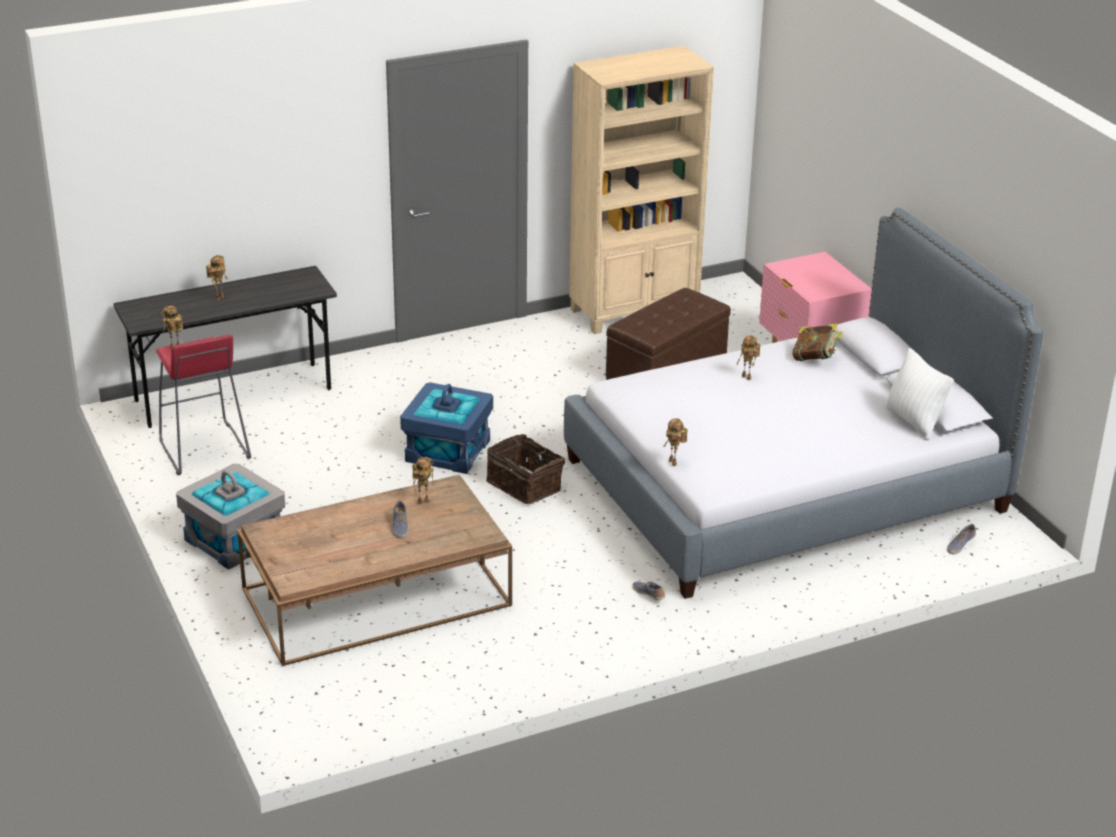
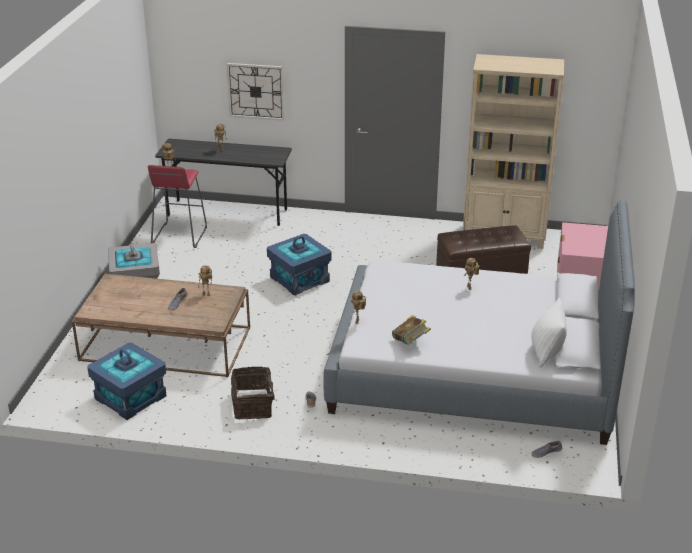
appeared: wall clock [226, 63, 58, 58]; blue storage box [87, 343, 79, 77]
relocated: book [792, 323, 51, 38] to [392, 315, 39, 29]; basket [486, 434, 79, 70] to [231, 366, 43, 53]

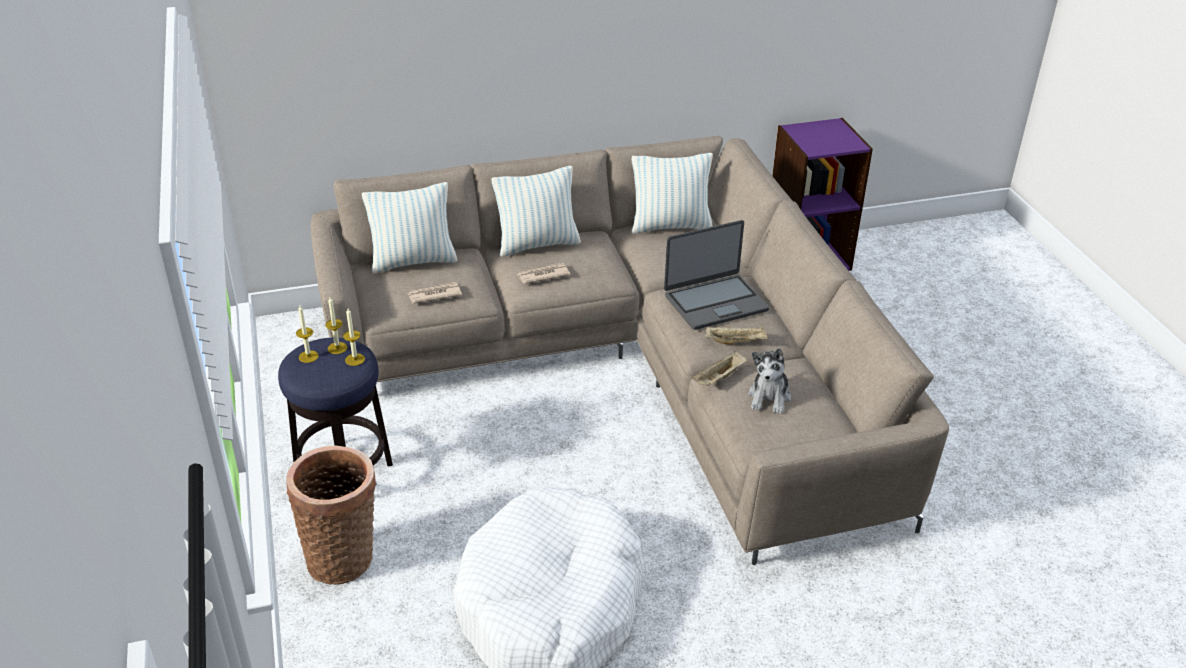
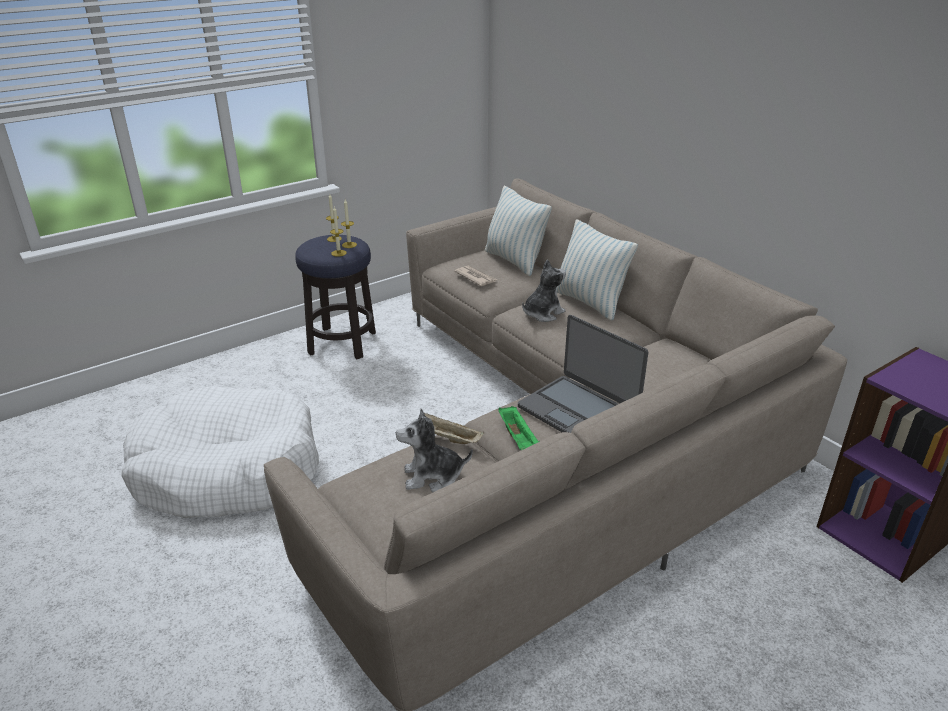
missing: pillow [632, 153, 81, 80]; basket [286, 445, 91, 140]
exchanged: newspaper [517, 263, 53, 21] to plush toy [522, 259, 44, 63]
colour: beige tray [706, 326, 62, 19] to green tray [498, 406, 42, 44]

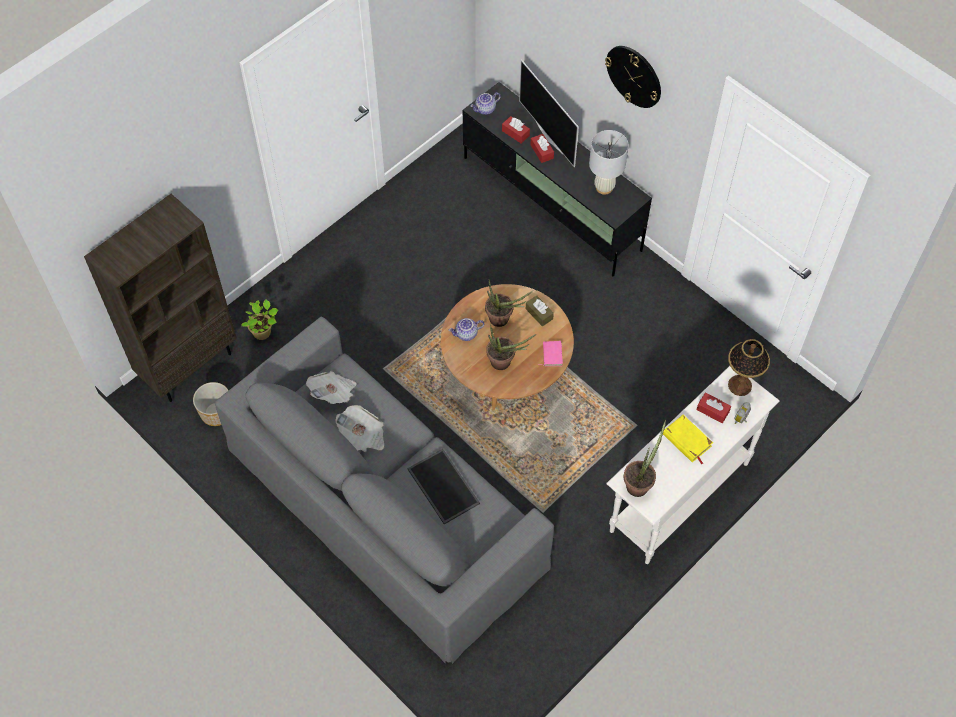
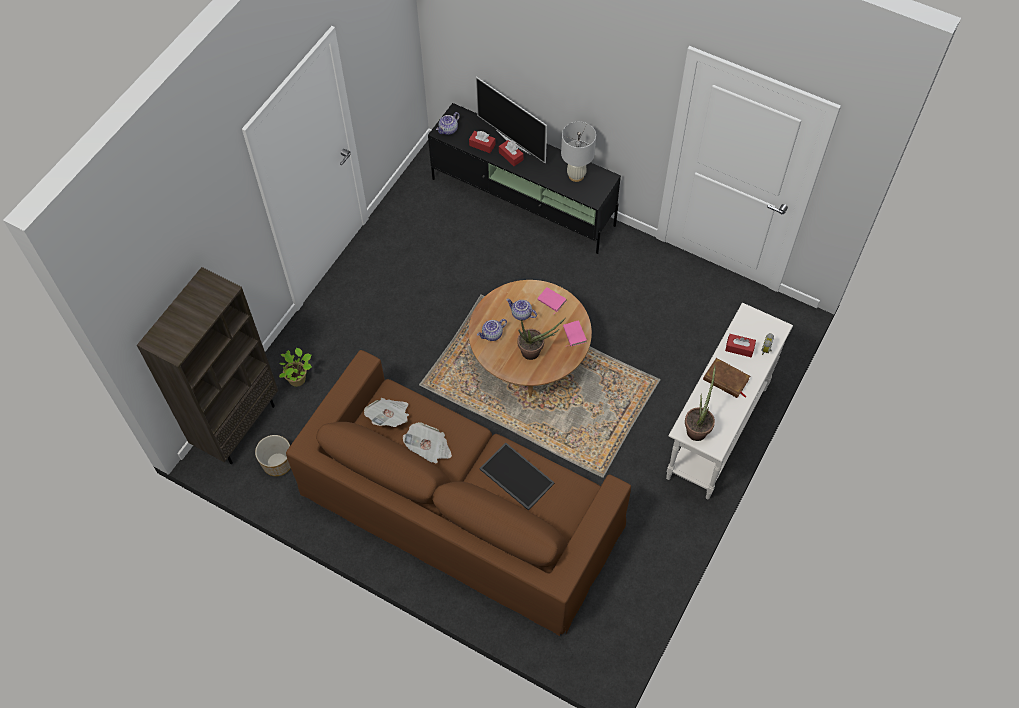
missing: wall clock [605, 46, 56, 62]; table lamp [728, 339, 42, 57]
exchanged: potted plant [485, 280, 49, 47] to teapot [506, 299, 31, 21]; brown tissue box [526, 295, 28, 31] to pink book [537, 287, 29, 28]
colour: grey sofa [215, 317, 339, 347] to brown sofa [286, 350, 345, 286]; yellow book [663, 415, 50, 49] to brown book [703, 358, 47, 40]

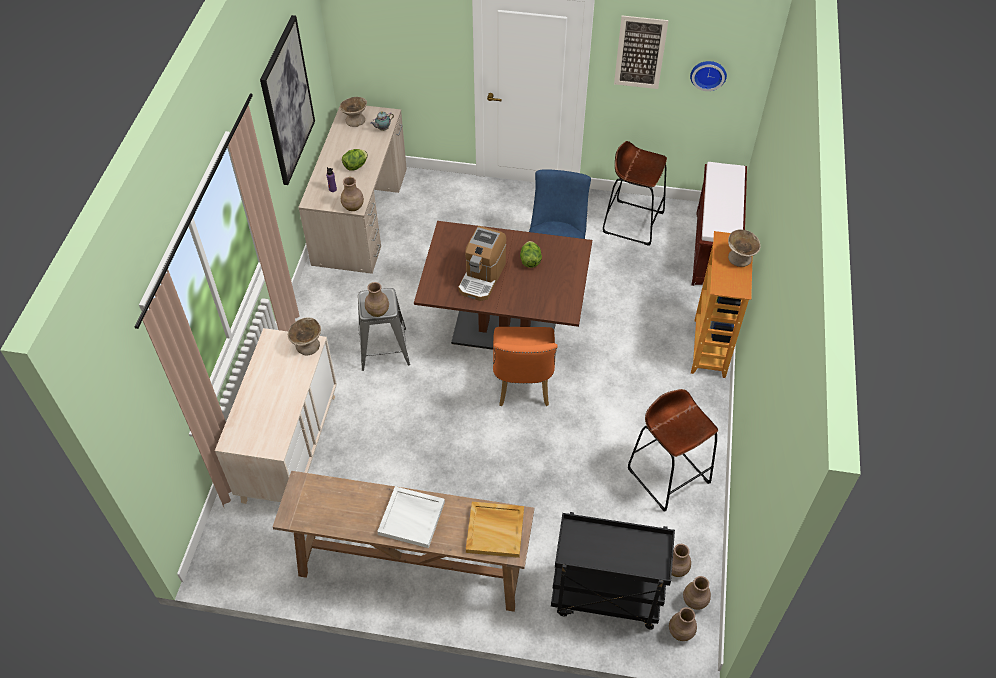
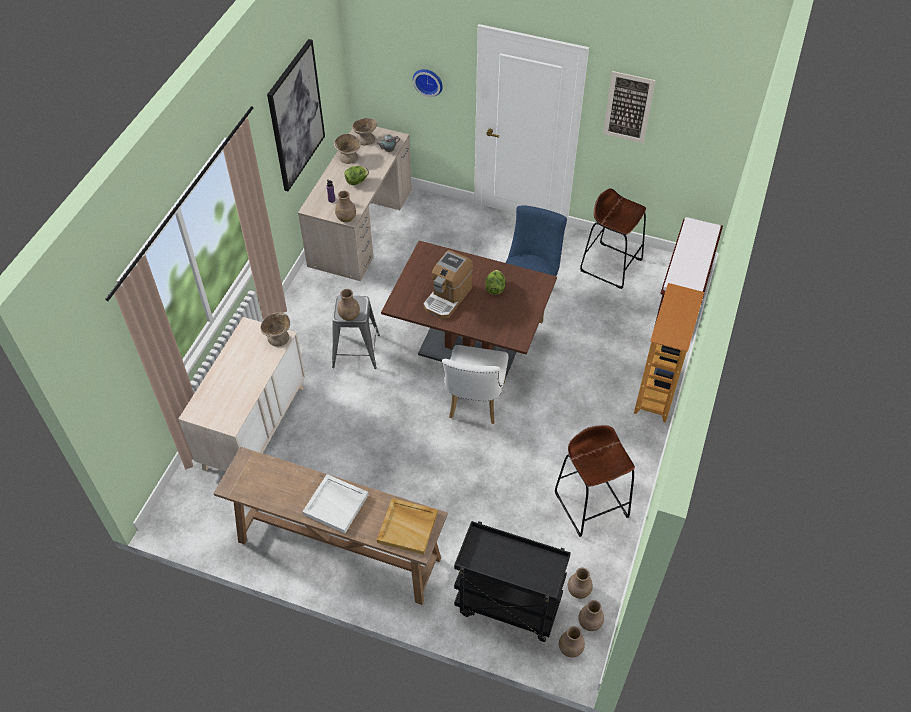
relocated: wall clock [690, 61, 37, 30] to [413, 69, 30, 28]; beige bowl [728, 229, 33, 38] to [334, 134, 27, 30]
colour: orange chair [493, 327, 65, 79] to white chair [442, 345, 66, 79]

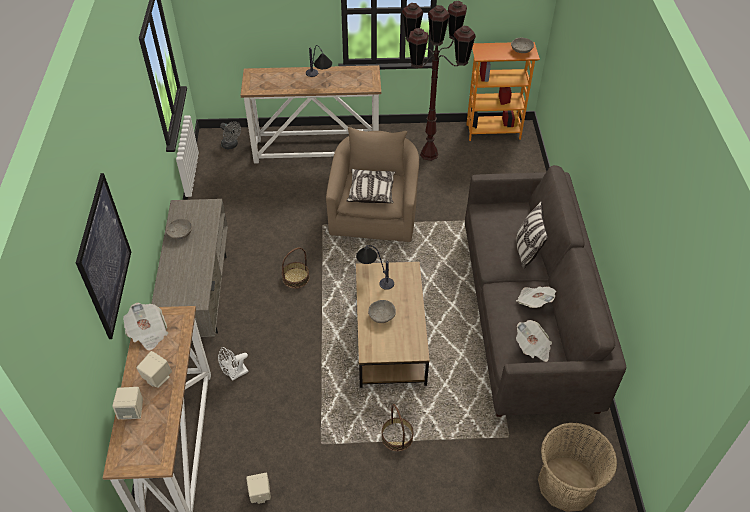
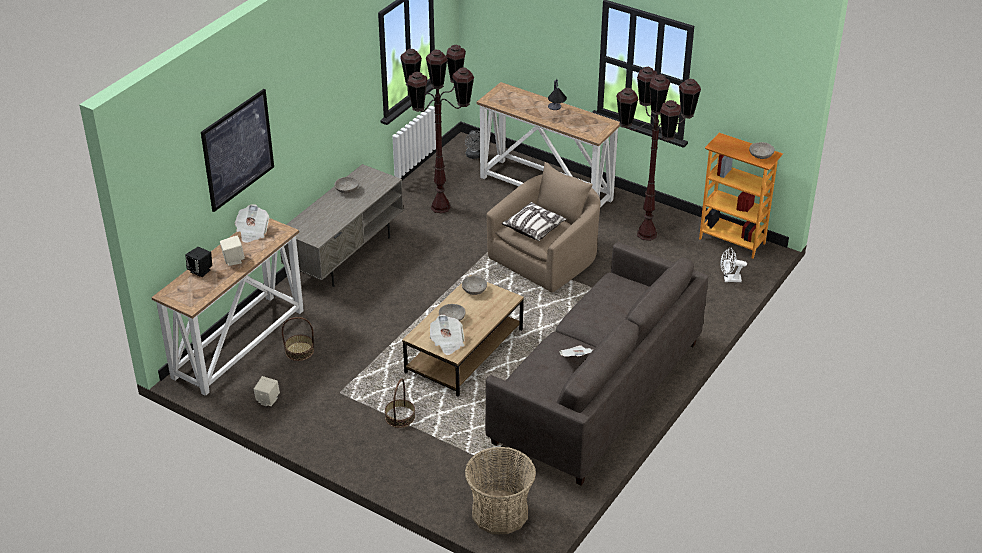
missing: pillow [516, 201, 32, 68]
appeared: brown floor lamp [400, 45, 74, 168]
relocated: basket [282, 247, 28, 41] to [282, 317, 32, 44]; newspaper [516, 320, 36, 42] to [430, 315, 34, 40]; white fan [218, 347, 30, 34] to [720, 247, 27, 35]
exchanged: table lamp [356, 245, 38, 45] to grey bowl [462, 276, 25, 19]
colour: beige speaker [112, 387, 31, 33] to black speaker [185, 247, 27, 30]

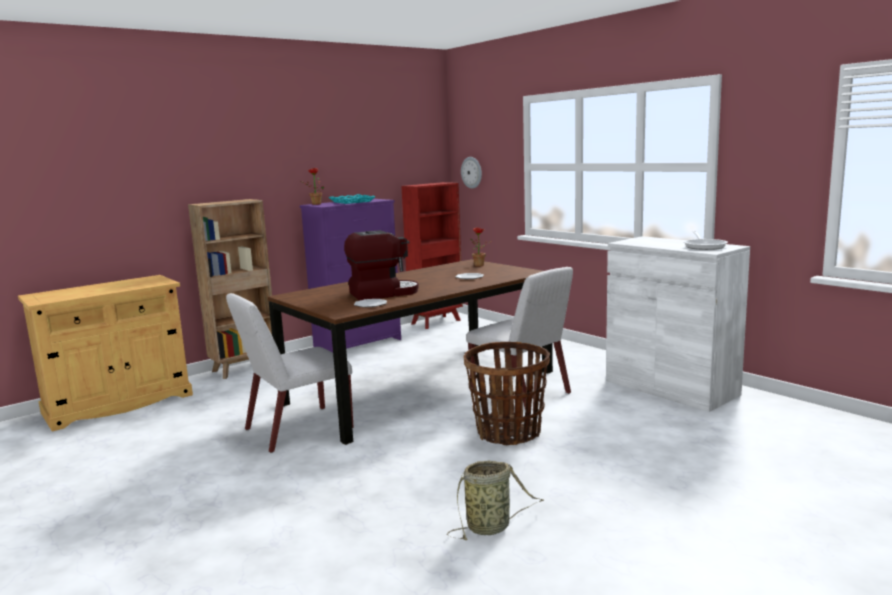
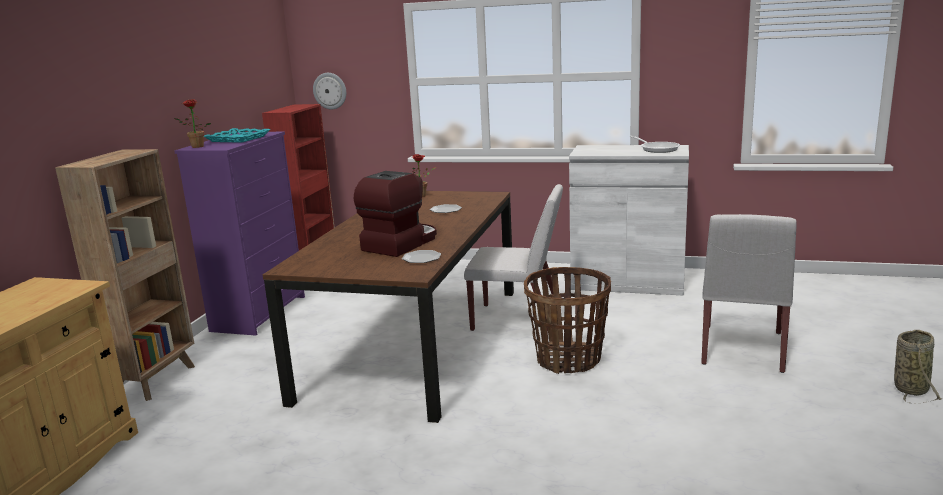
relocated: white chair [226, 293, 128, 160] to [701, 214, 96, 159]; basket [447, 461, 97, 79] to [894, 330, 47, 73]

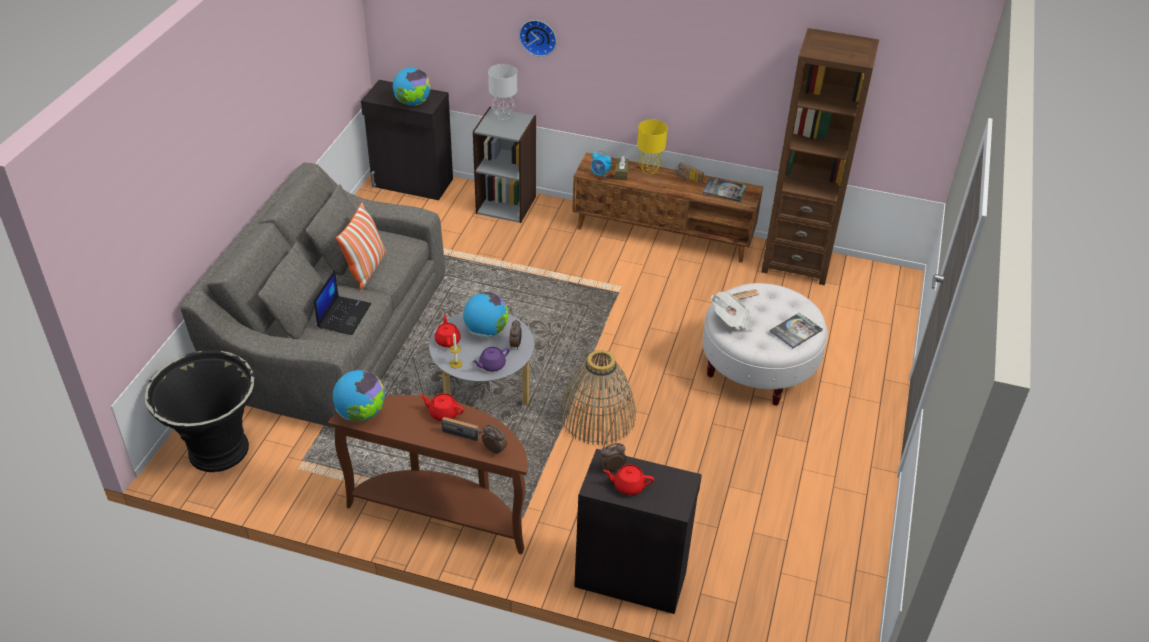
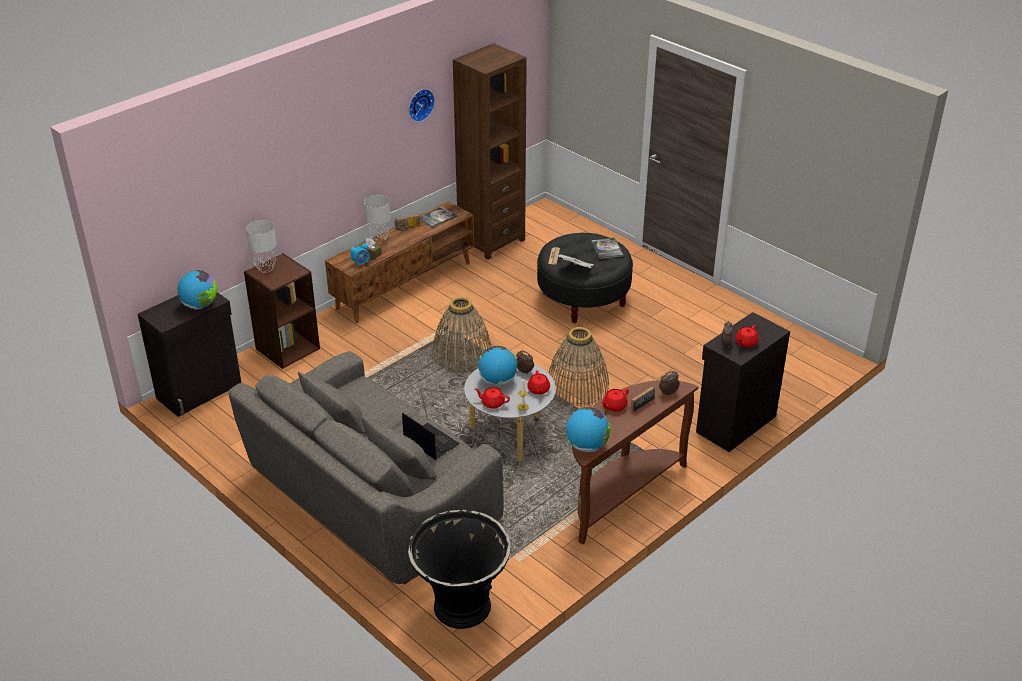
missing: pillow [336, 203, 50, 87]
appeared: basket [433, 297, 59, 77]
relocated: wall clock [519, 20, 38, 37] to [409, 89, 26, 33]
colour: grey bookcase [473, 107, 63, 116] to brown bookcase [244, 253, 76, 116]; yellow table lamp [637, 120, 31, 54] to grey table lamp [364, 195, 27, 48]; white ottoman [702, 283, 126, 123] to black ottoman [537, 233, 96, 90]; purple teapot [472, 347, 38, 25] to red teapot [527, 370, 23, 25]

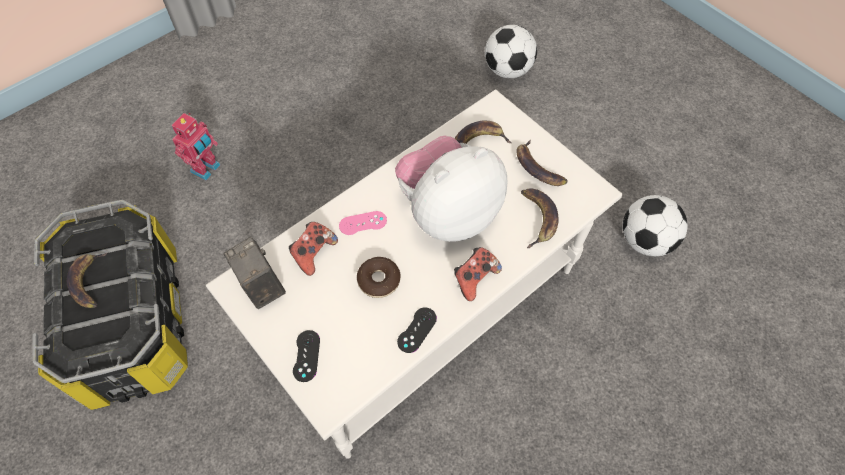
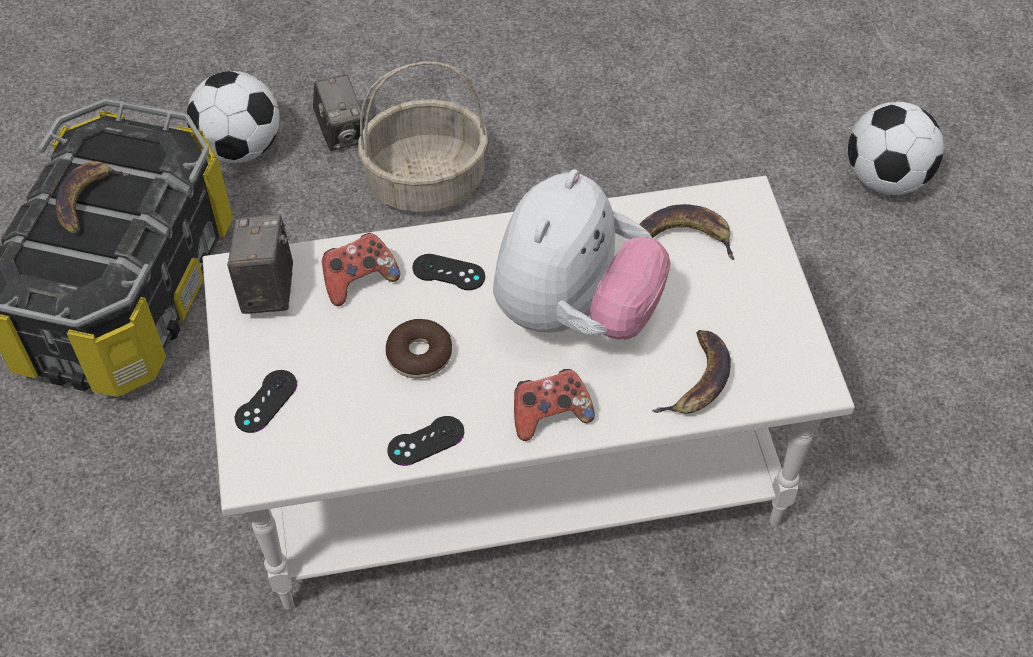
missing: banana [516, 140, 52, 46]
appeared: basket [358, 62, 130, 151]
relocated: football [623, 195, 65, 61] to [187, 71, 93, 92]
exchanged: toy robot [171, 113, 49, 67] to photo camera [313, 74, 51, 77]
colour: pink game controller [339, 211, 48, 24] to black game controller [412, 254, 73, 36]
spun: plush toy [395, 135, 112, 107] = [493, 169, 178, 171] 120 degrees clockwise

